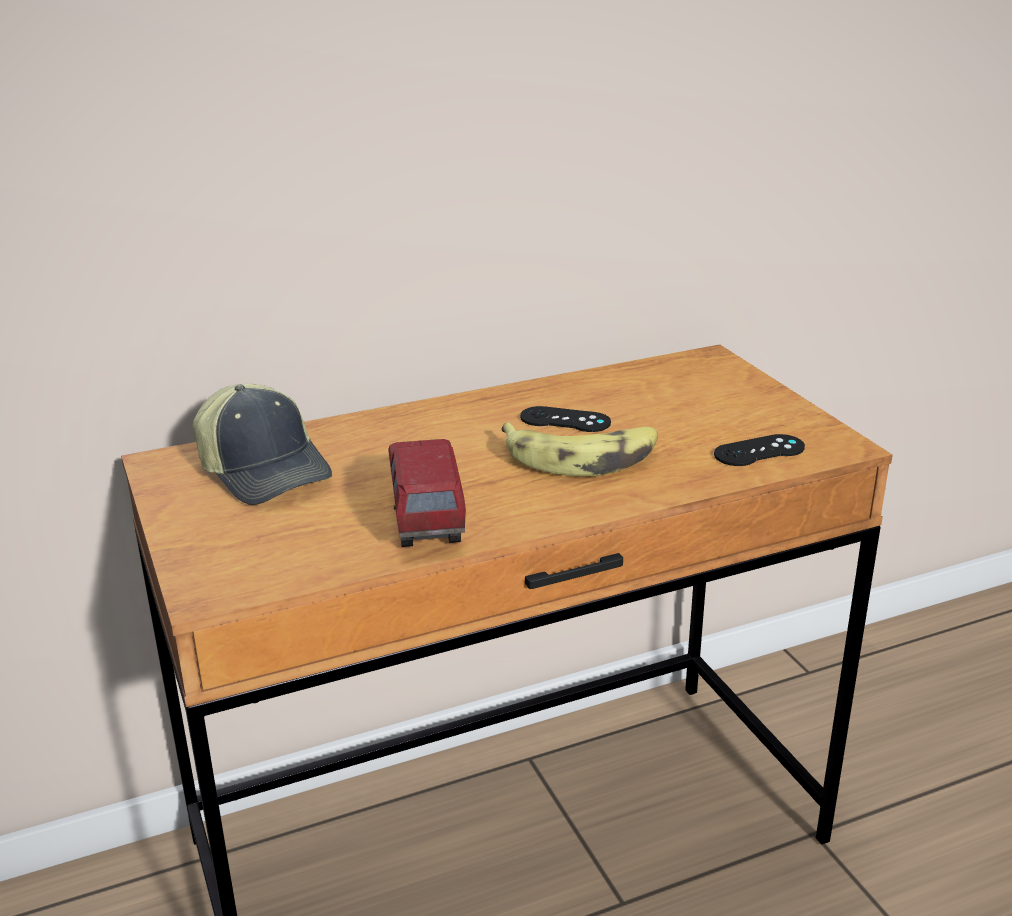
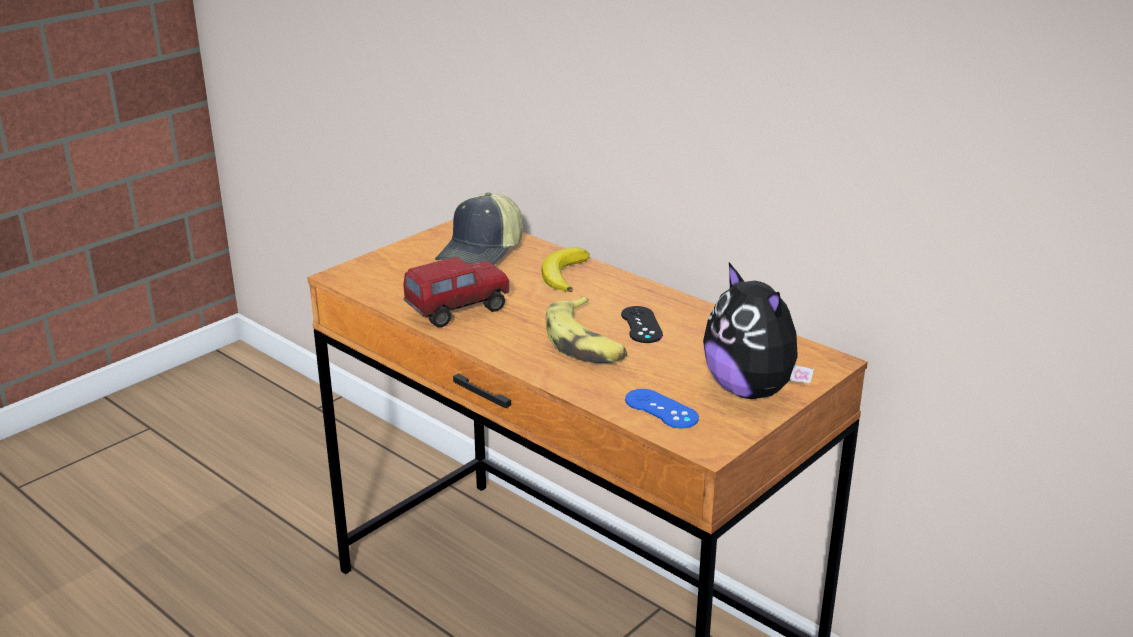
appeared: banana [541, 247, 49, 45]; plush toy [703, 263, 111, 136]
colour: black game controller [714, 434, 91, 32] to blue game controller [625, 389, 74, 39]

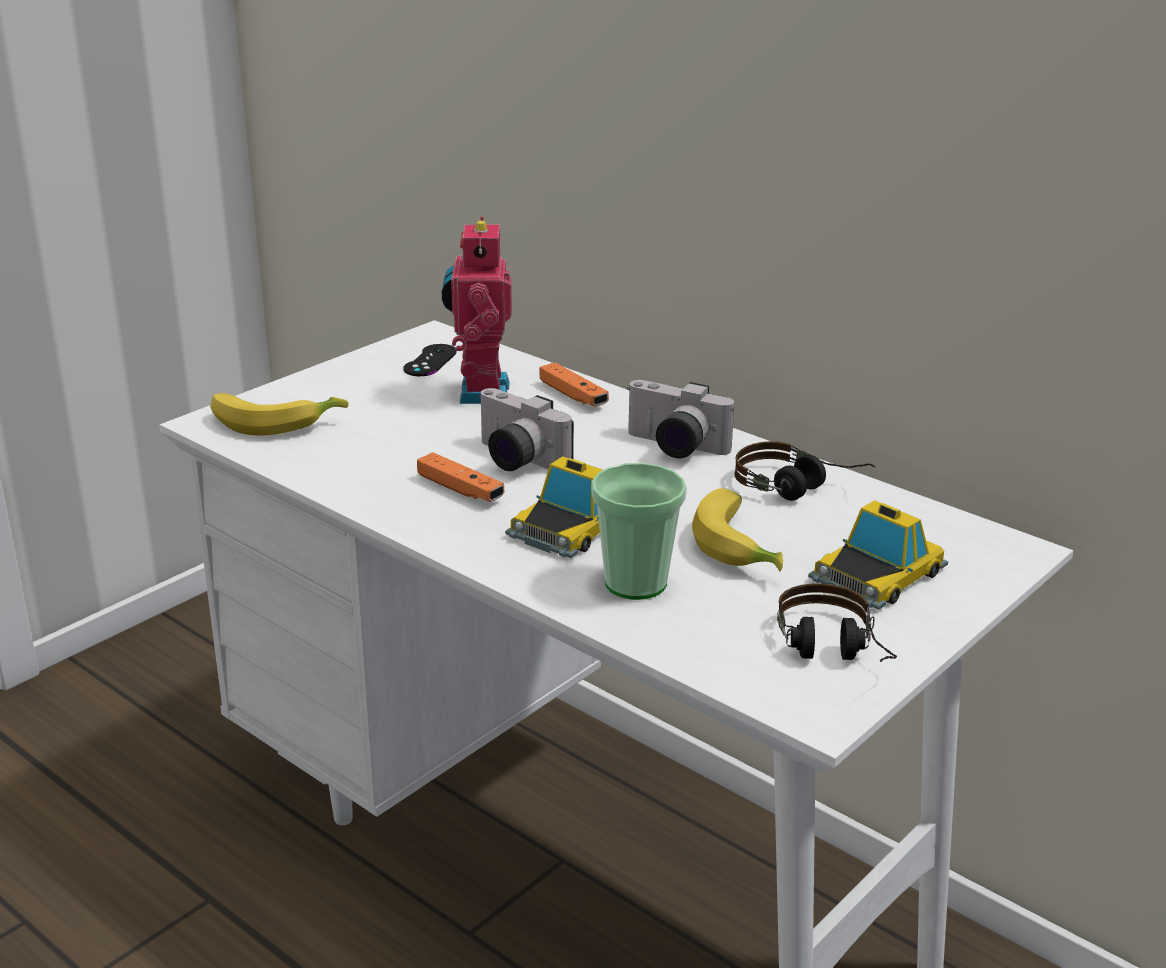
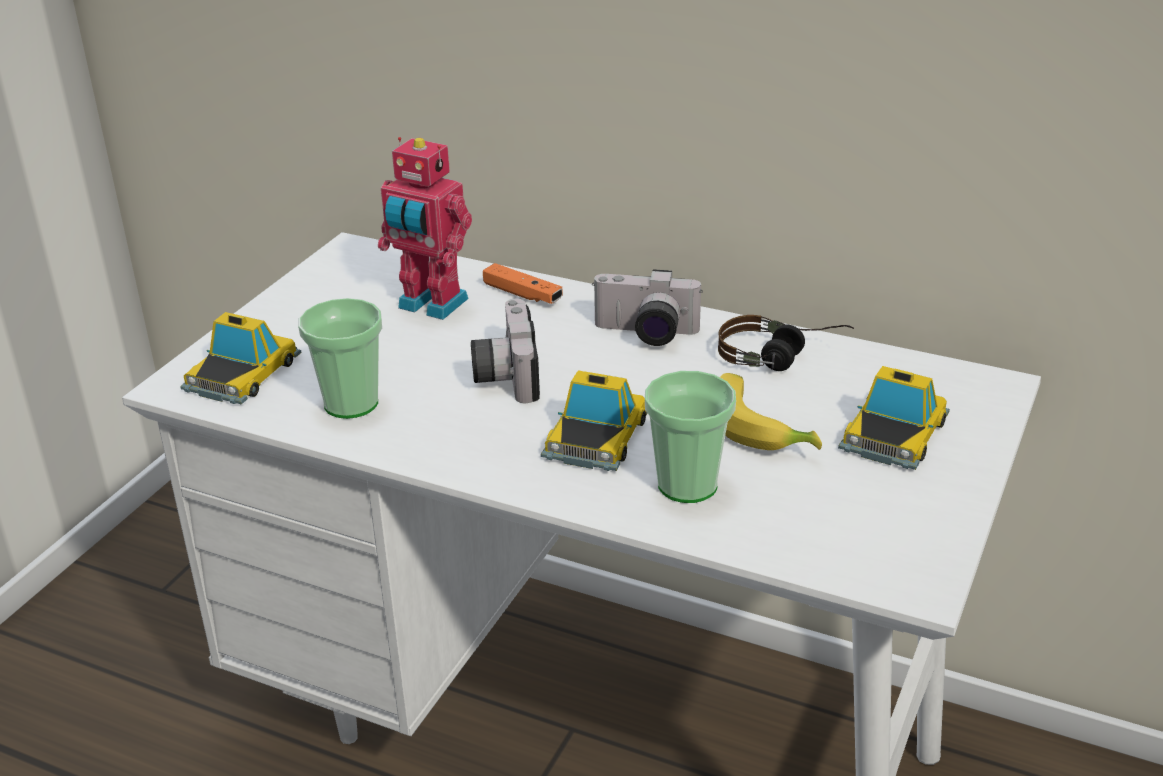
missing: black game controller [403, 344, 54, 32]; orange game controller [417, 452, 88, 50]; headphones [777, 584, 120, 78]
appeared: cup [298, 298, 84, 121]
exchanged: banana [210, 393, 138, 42] to toy car [180, 312, 121, 92]
spun: toy robot [442, 217, 70, 187] = [378, 137, 94, 183] 45 degrees counterclockwise; photo camera [479, 388, 95, 83] = [471, 299, 69, 104] 60 degrees clockwise

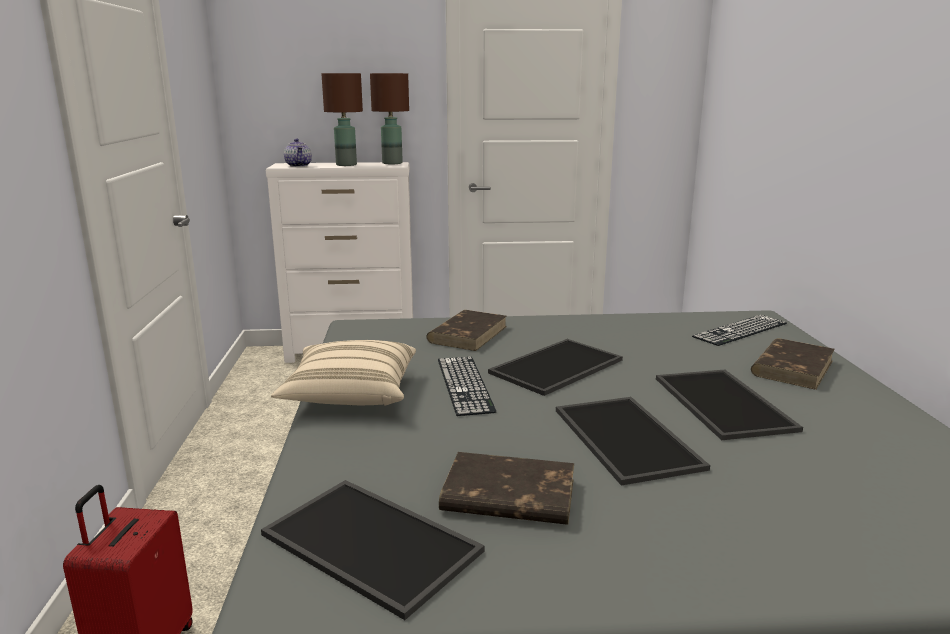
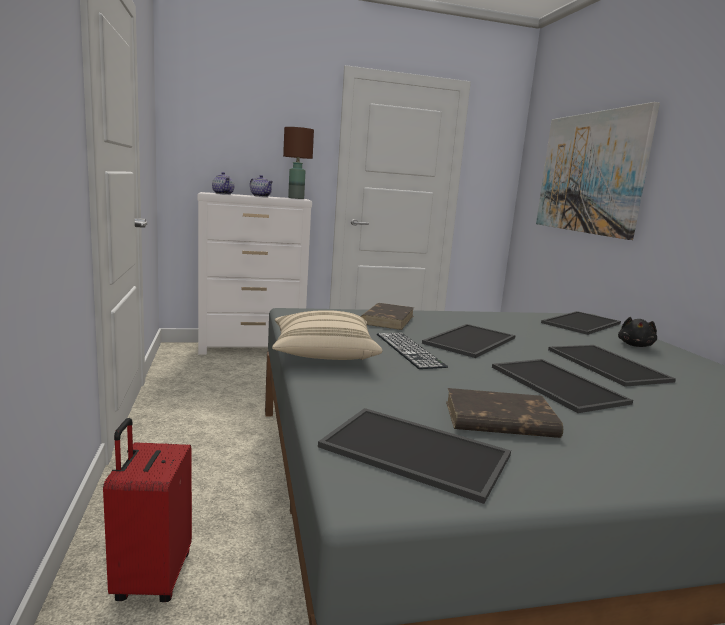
appeared: picture [536, 102, 124, 138]
exchanged: brown table lamp [321, 73, 42, 93] to teapot [250, 175, 23, 22]; keyboard [692, 315, 95, 31] to tray [541, 311, 80, 24]; brown book [751, 338, 84, 52] to black plush toy [618, 317, 39, 30]

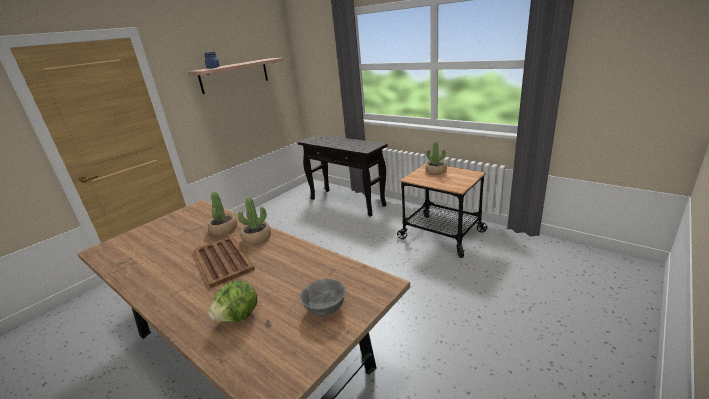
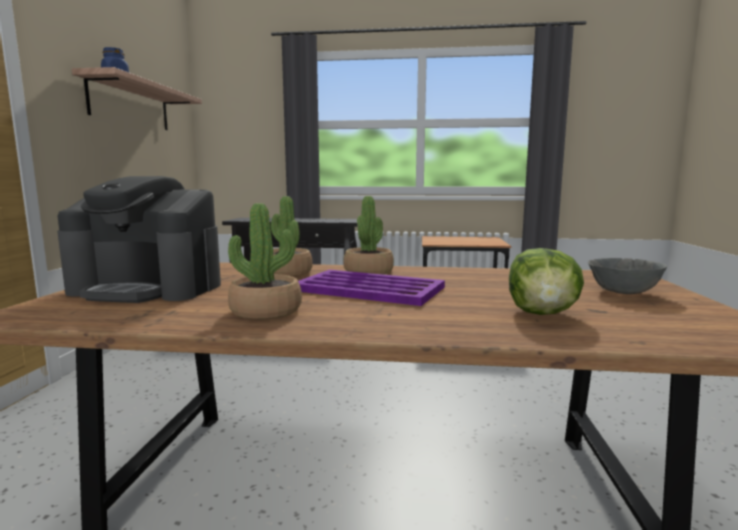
appeared: coffee machine [57, 176, 164, 127]
relocated: potted plant [425, 141, 22, 34] to [228, 203, 74, 117]
colour: brown tray [194, 236, 61, 52] to purple tray [298, 270, 147, 36]

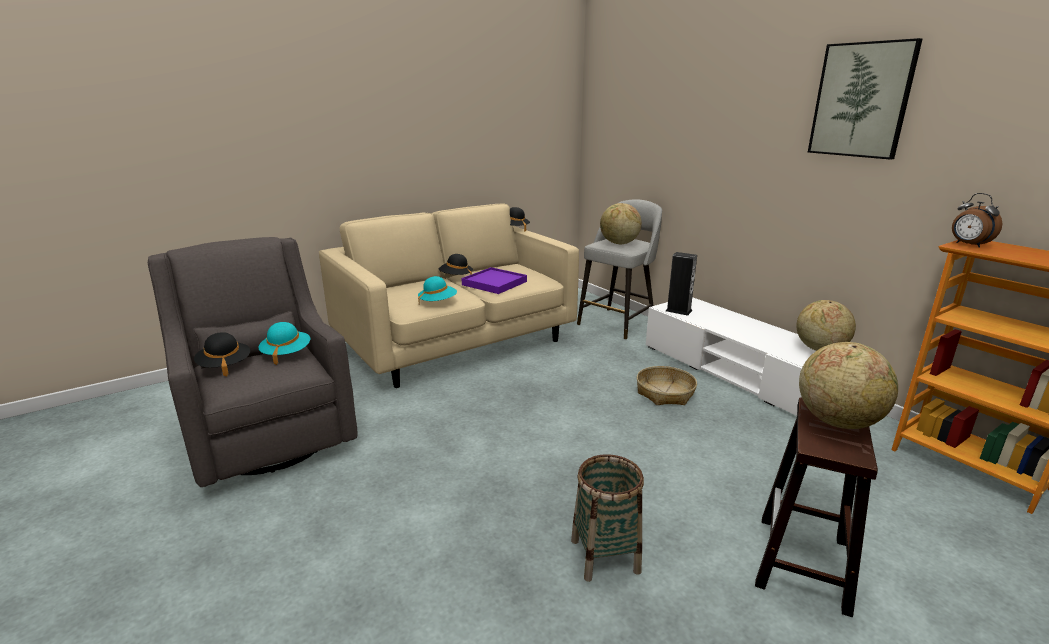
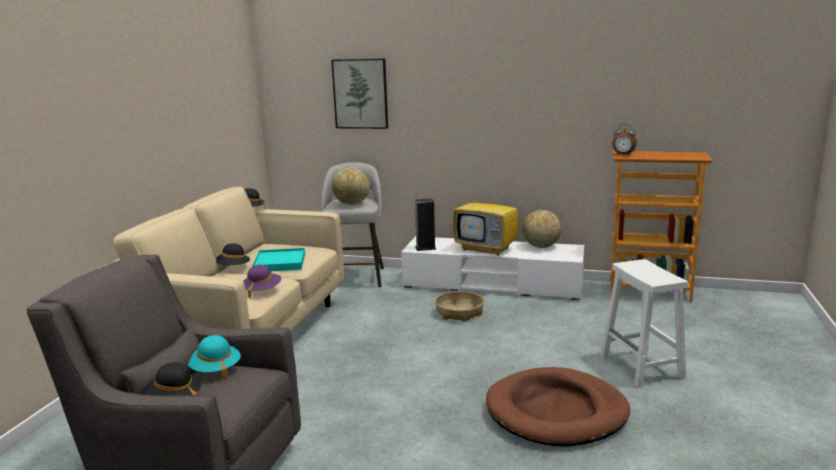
missing: globe [799, 342, 99, 87]
appeared: television [453, 176, 65, 80]
relocated: picture [808, 38, 114, 122] to [331, 59, 57, 70]
exchanged: basket [571, 454, 73, 128] to brown dog bed [486, 367, 144, 79]
colour: purple tray [462, 267, 65, 27] to turquoise tray [252, 248, 53, 23]; turquoise hat [418, 276, 39, 29] to purple hat [243, 264, 38, 34]; brown stool [755, 397, 123, 220] to white stool [600, 259, 88, 128]

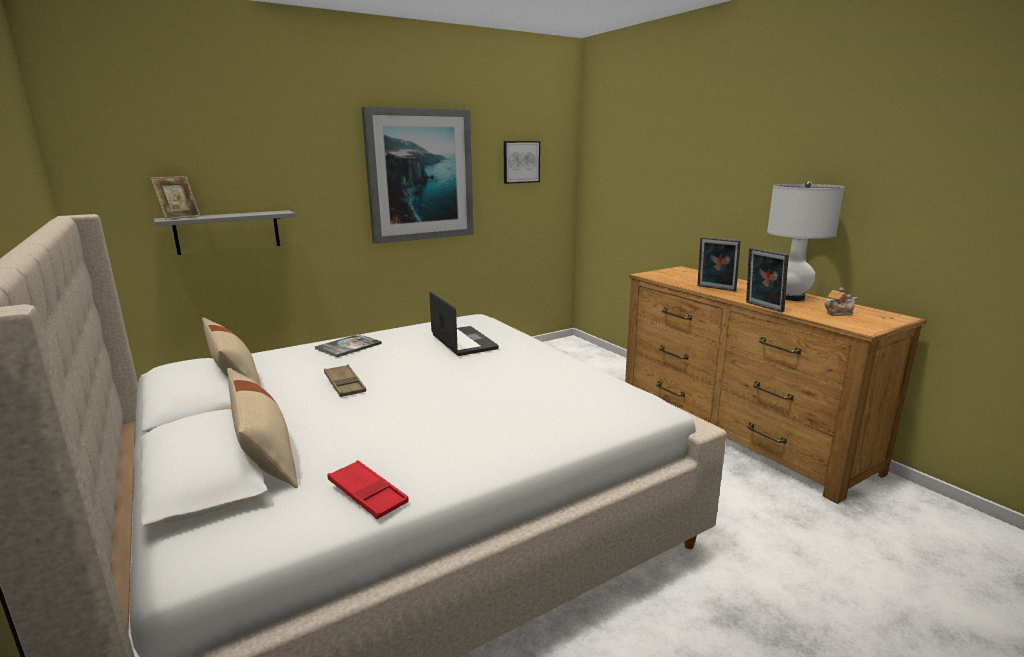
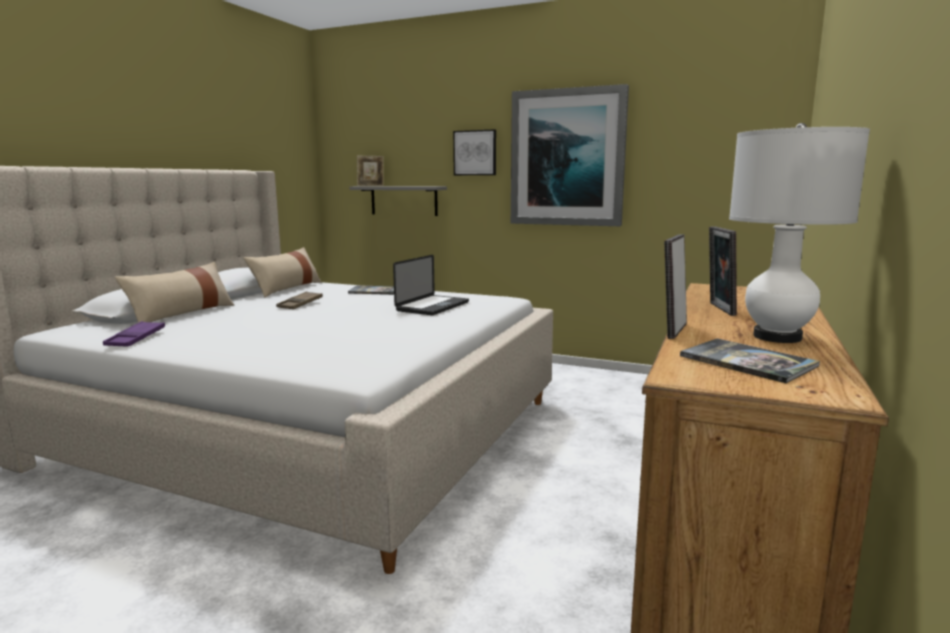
relocated: picture [503, 141, 37, 43] to [453, 129, 43, 46]
exchanged: teapot [824, 287, 33, 29] to book [680, 338, 140, 45]
colour: red tray [327, 460, 82, 59] to purple tray [103, 321, 62, 26]

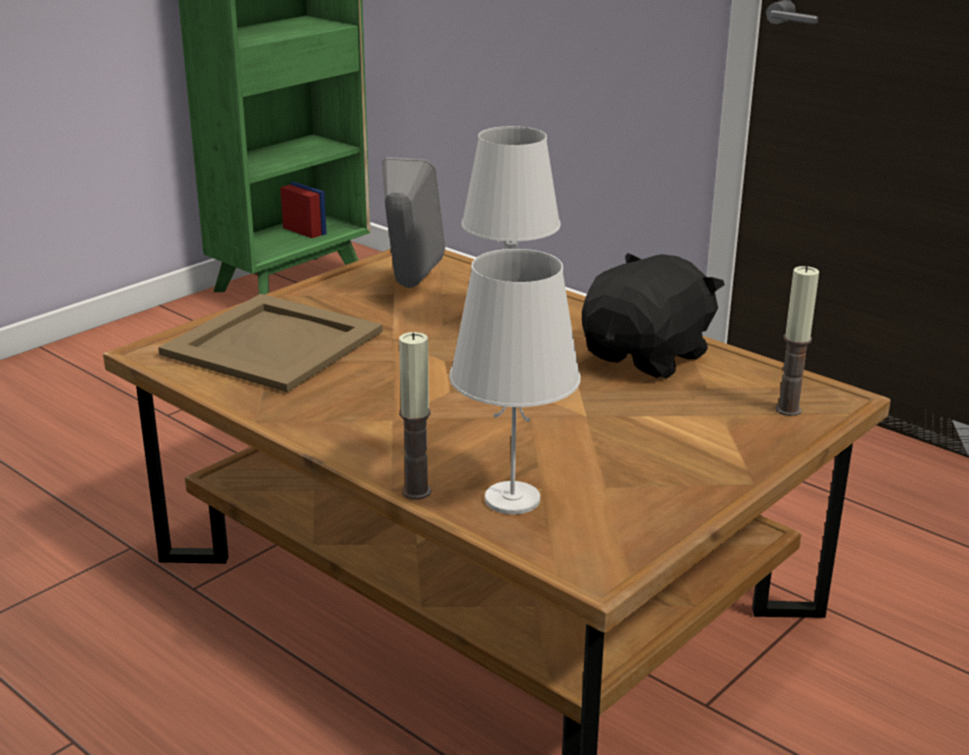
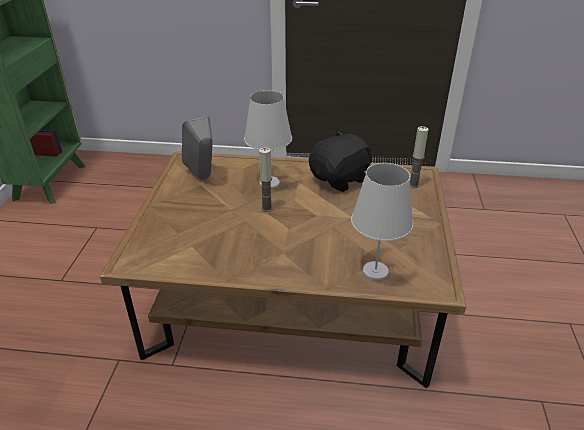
missing: beige tray [158, 294, 224, 98]
relocated: candle [399, 332, 32, 168] to [259, 147, 14, 65]
spun: black plush toy [582, 253, 143, 126] = [309, 131, 65, 61] 45 degrees clockwise

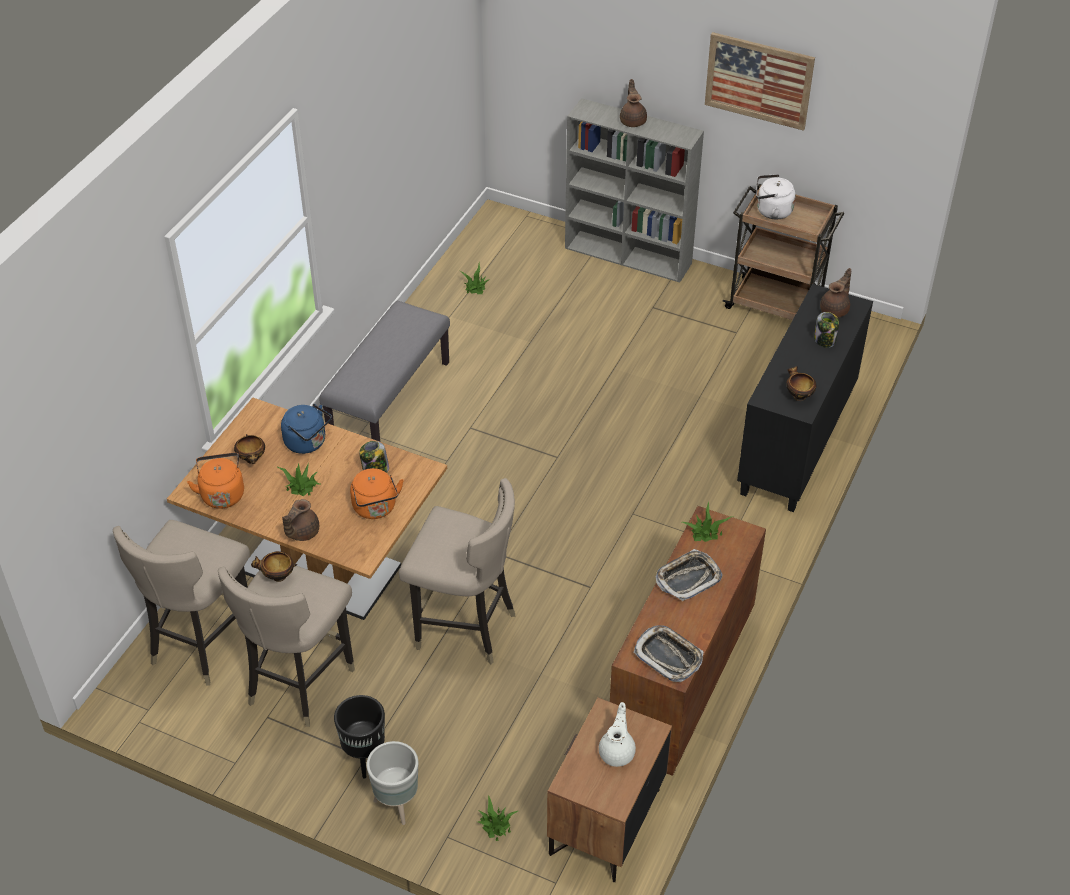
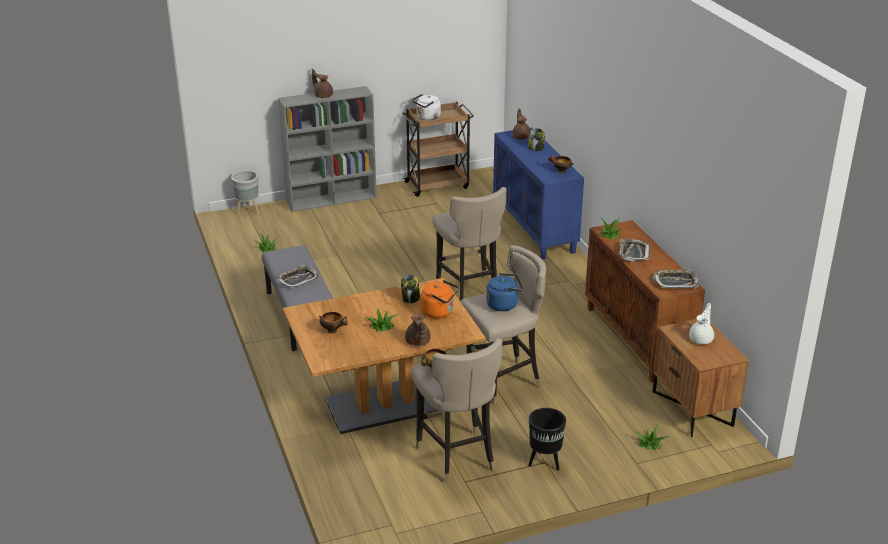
missing: picture [705, 32, 110, 99]; orange kettle [187, 453, 57, 56]
appeared: tray [276, 265, 43, 23]
relocated: blue kettle [281, 404, 51, 50] to [486, 273, 37, 38]; beige stool [113, 520, 137, 165] to [432, 187, 74, 114]; grey planter [367, 741, 51, 84] to [231, 170, 28, 45]
colour: black cabinet [737, 284, 136, 228] to blue cabinet [493, 127, 91, 132]
spun: white teapot [599, 702, 37, 65] = [689, 303, 25, 41] 60 degrees clockwise

